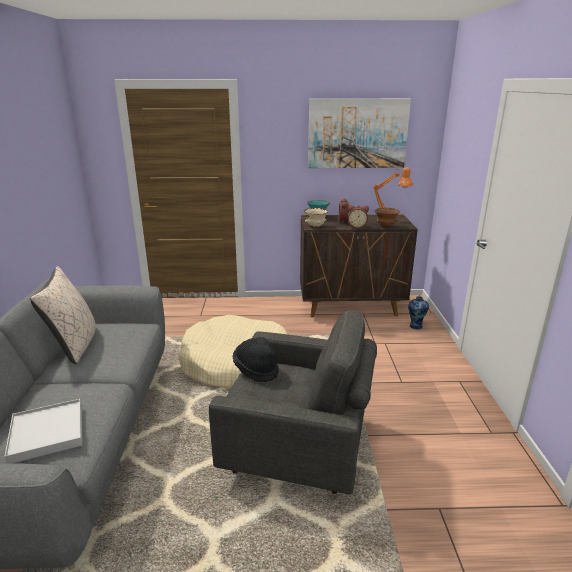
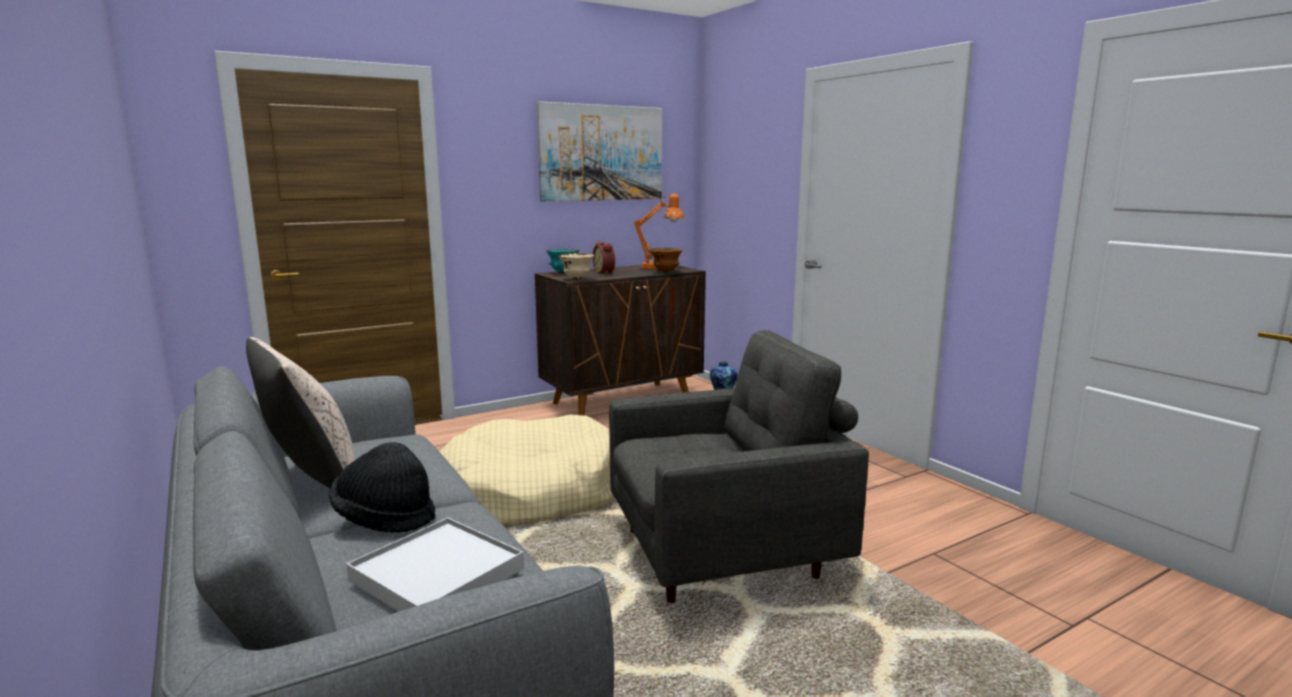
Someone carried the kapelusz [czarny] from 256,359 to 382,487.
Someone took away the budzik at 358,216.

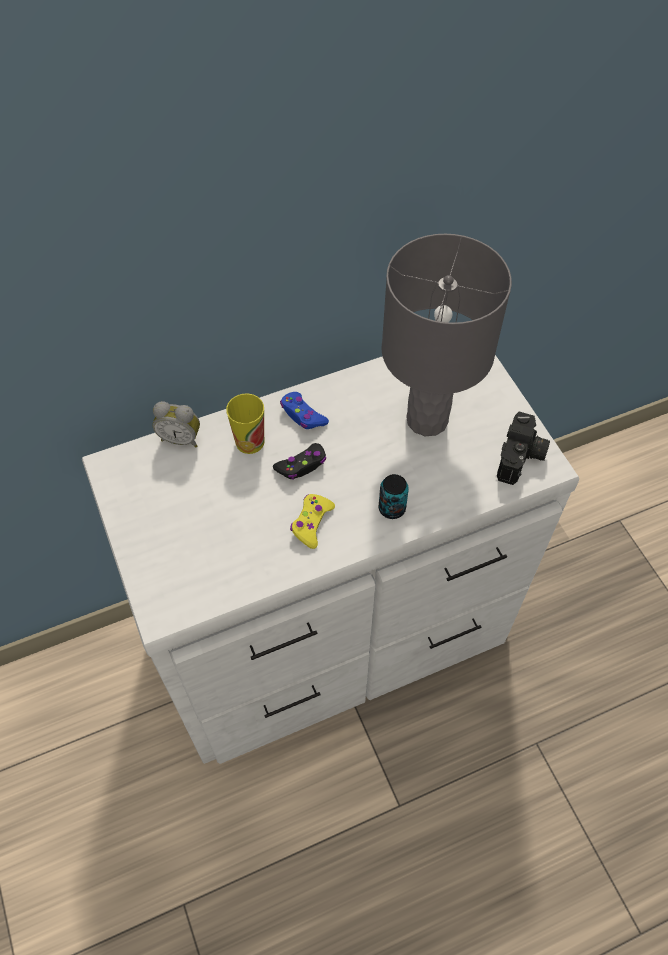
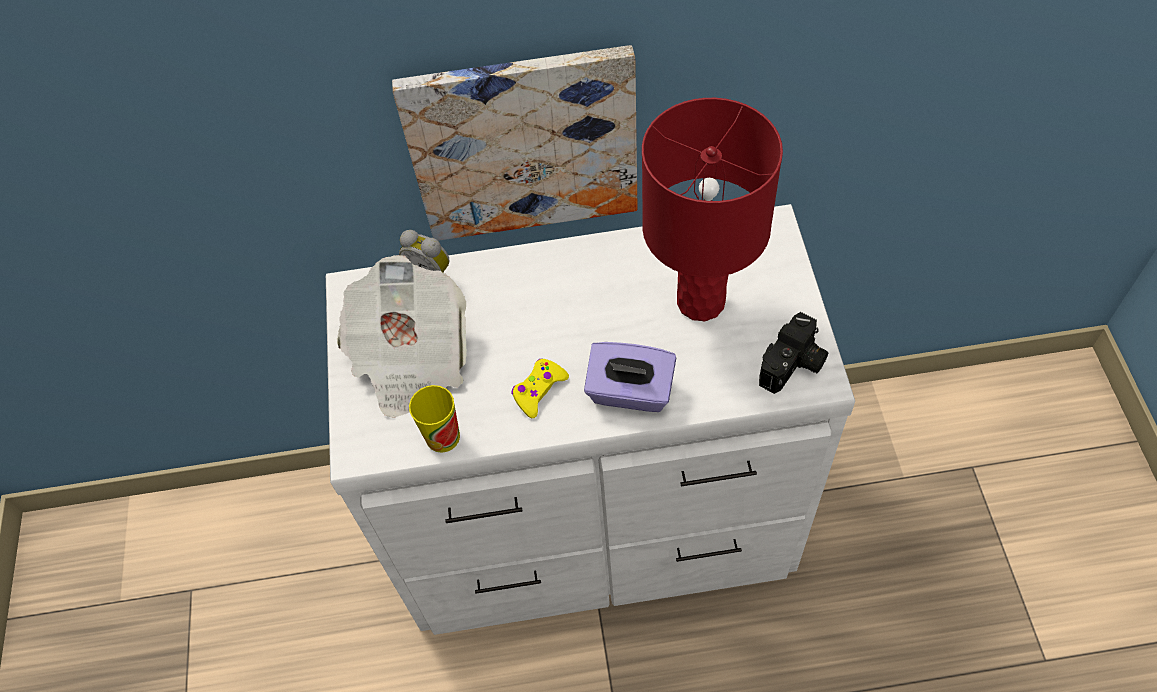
Someone carried the filiżanka from 245,423 to 434,419.
Someone took away the pad do gier [czarny] at 299,461.
Someone took away the pad do gier [niebieski] at 304,410.
Someone swapped the puszka at 394,496 for the pudełko chusteczek [fioletowy] at 630,377.
Someone repainted the lampa stołowa [szary] at 446,335, which became the lampa stołowa [czerwony] at 712,209.
Someone put down the gazeta at 401,336.
Someone put up the obraz at 515,143.

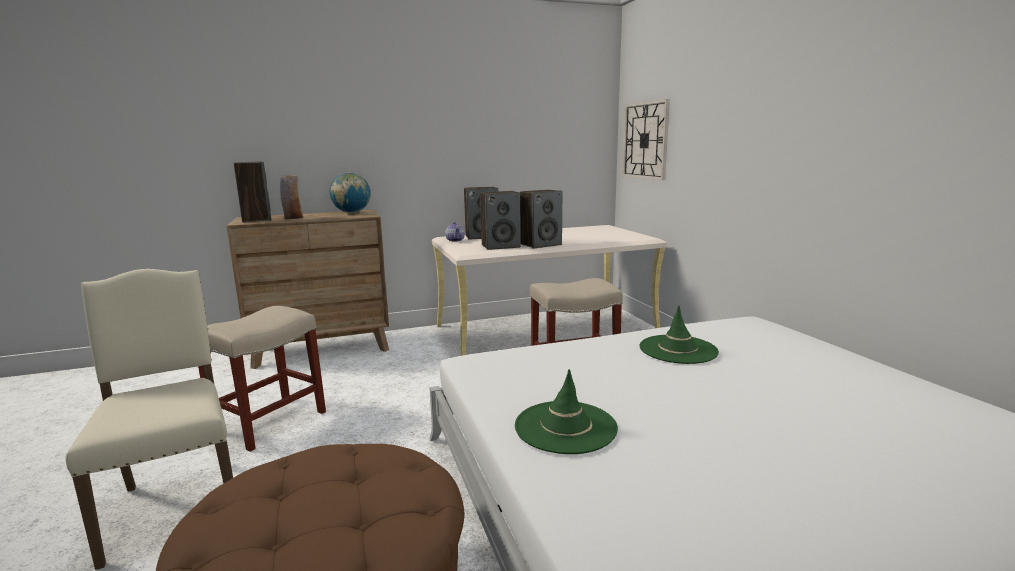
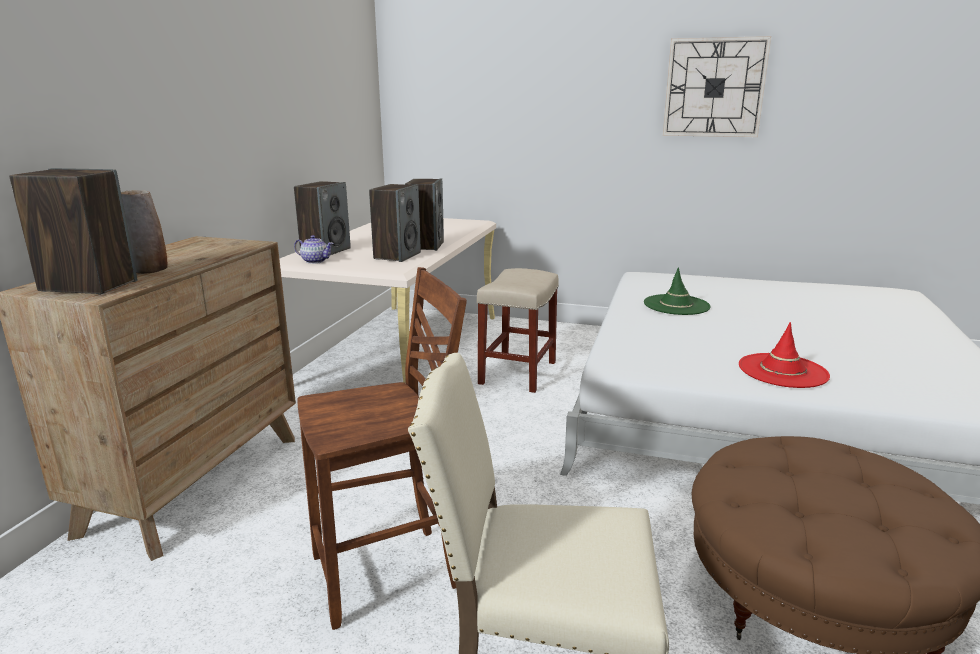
Someone swapped the stołek [beżowy] at 262,379 for the krzesło [brązowy] at 382,448.
Someone took away the globus at 350,193.
Someone repainted the kapelusz [zielony] at 566,411, which became the kapelusz [czerwony] at 784,355.
Someone carried the zegar ścienny from 646,139 to 717,86.

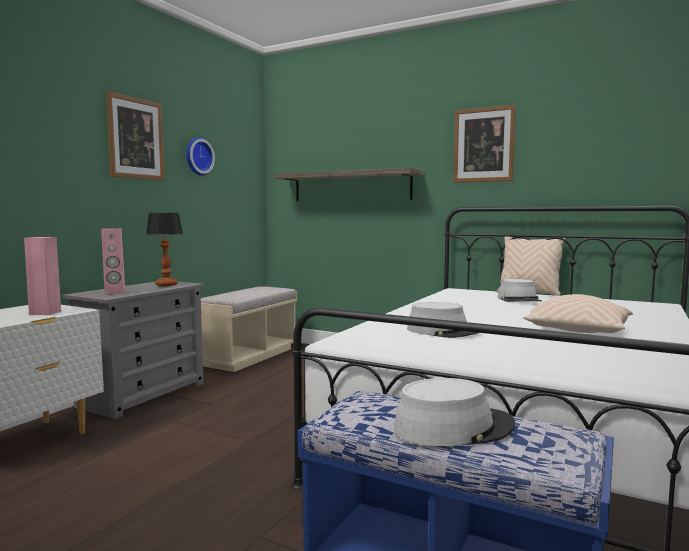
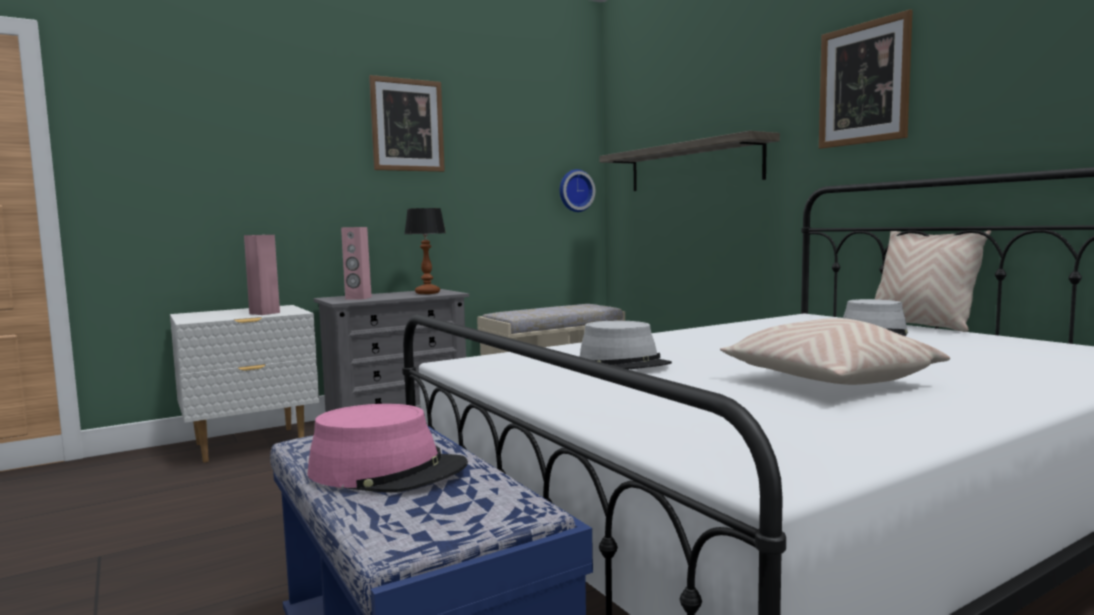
Someone carried the zegar ścienny from 200,156 to 577,190.
Someone repainted the kapelusz [szary] at 454,412, which became the kapelusz [różowy] at 387,448.

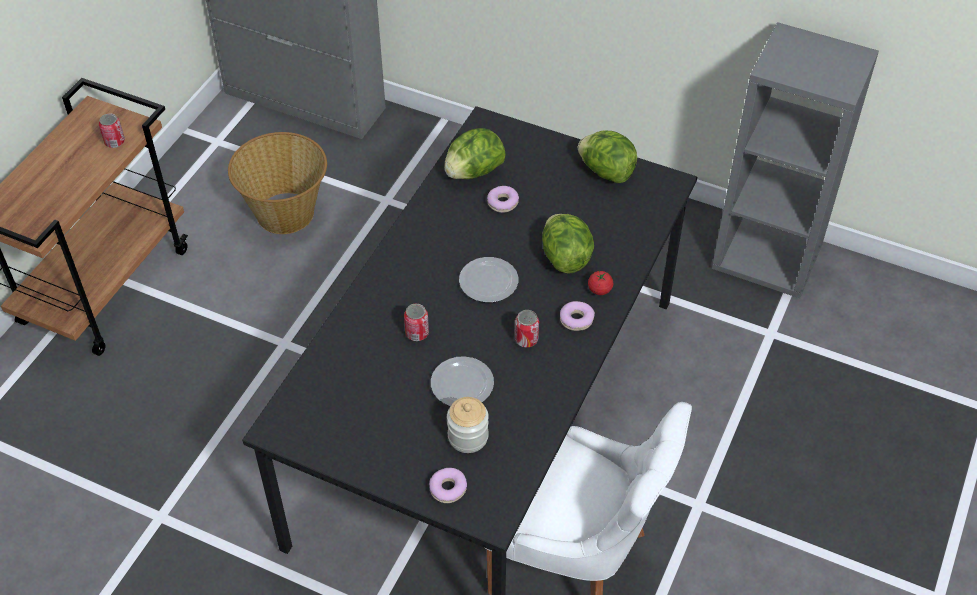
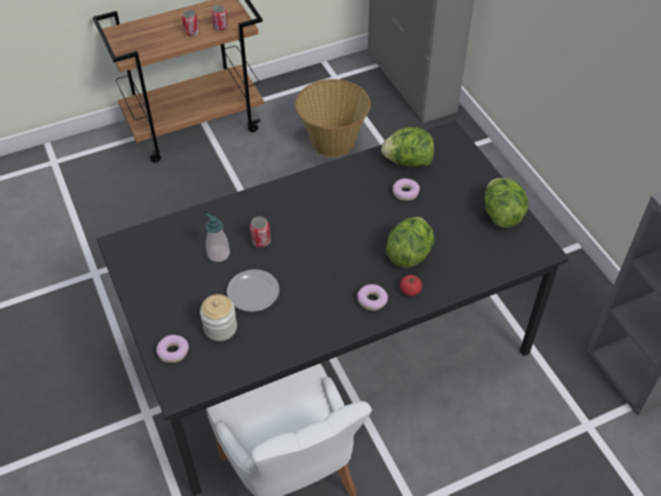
Someone took away the talerz at 488,279.
Someone carried the puszka from 527,328 to 190,23.
Someone put down the dozownik mydła at 217,237.

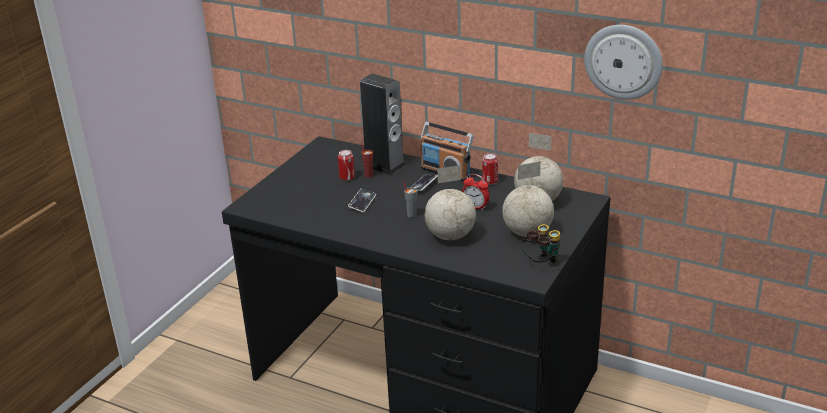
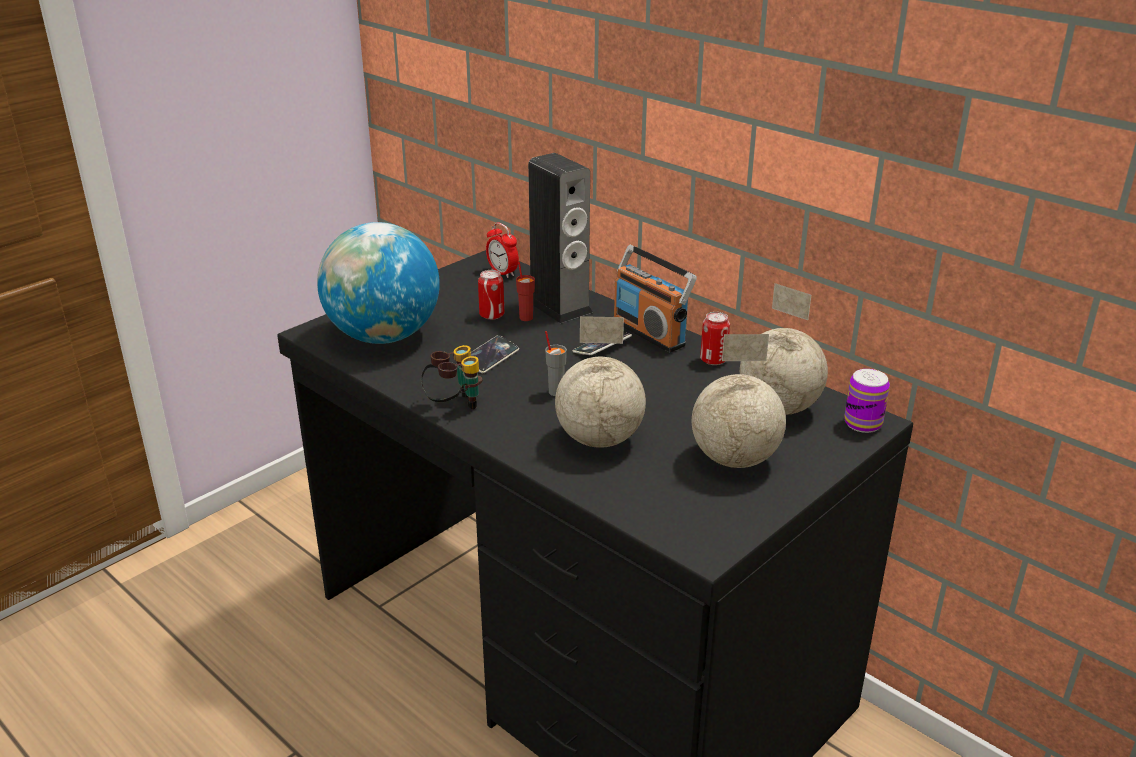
Someone carried the budzik from 476,192 to 502,250.
Someone carried the lornetka from 541,243 to 452,377.
Someone took away the zegar ścienny at 623,62.
Someone put down the globus at 378,283.
Someone put down the puszka at 867,401.

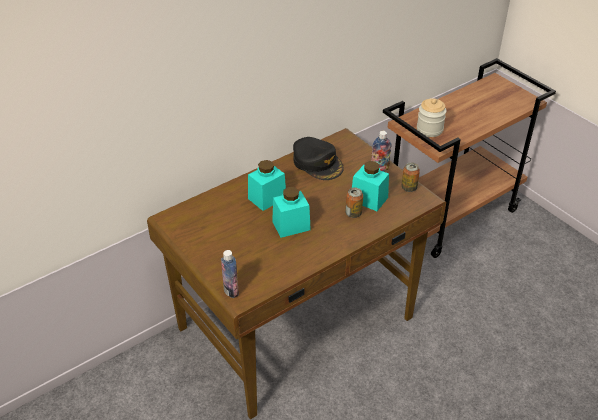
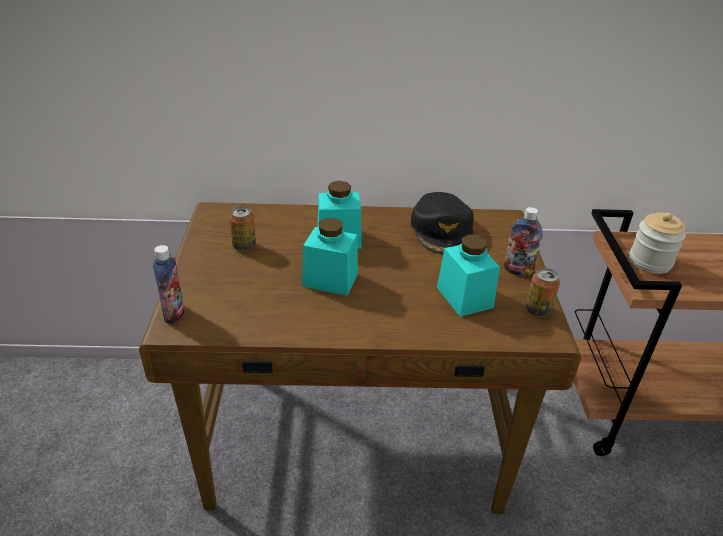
Someone carried the puszka from 354,202 to 242,228.

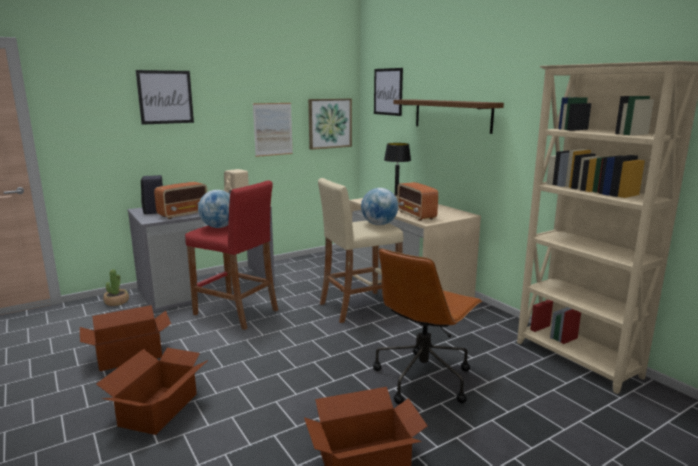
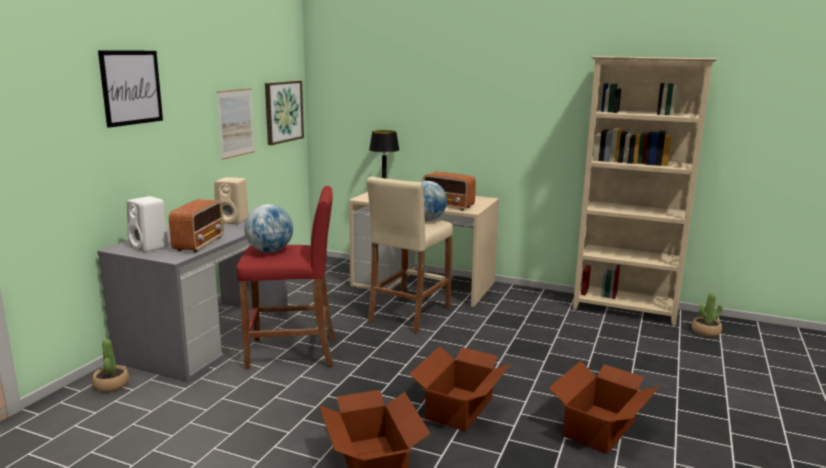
Someone carried the karton from 125,338 to 460,389.
Someone repainted the głośnik [czarny] at 152,194, which became the głośnik [biały] at 148,224.
Someone took away the krzesło biurowe [brązowy] at 428,326.
Someone took away the obraz at 388,92.
Someone took away the półka [brązowy] at 449,116.
Someone put down the roślina doniczkowa at 707,315.

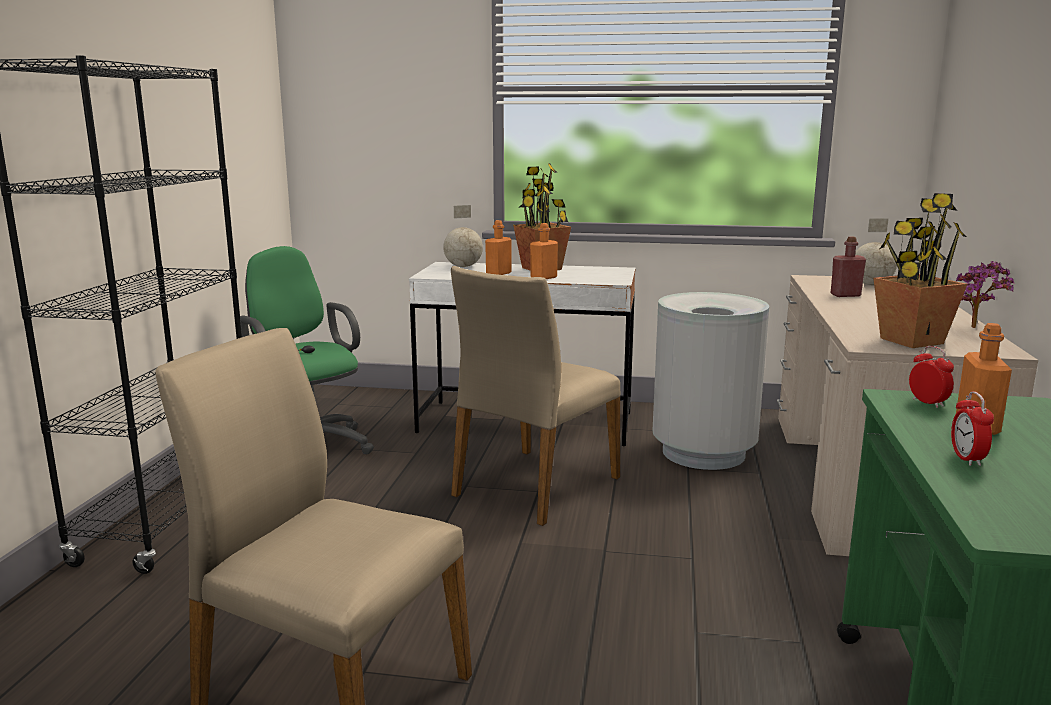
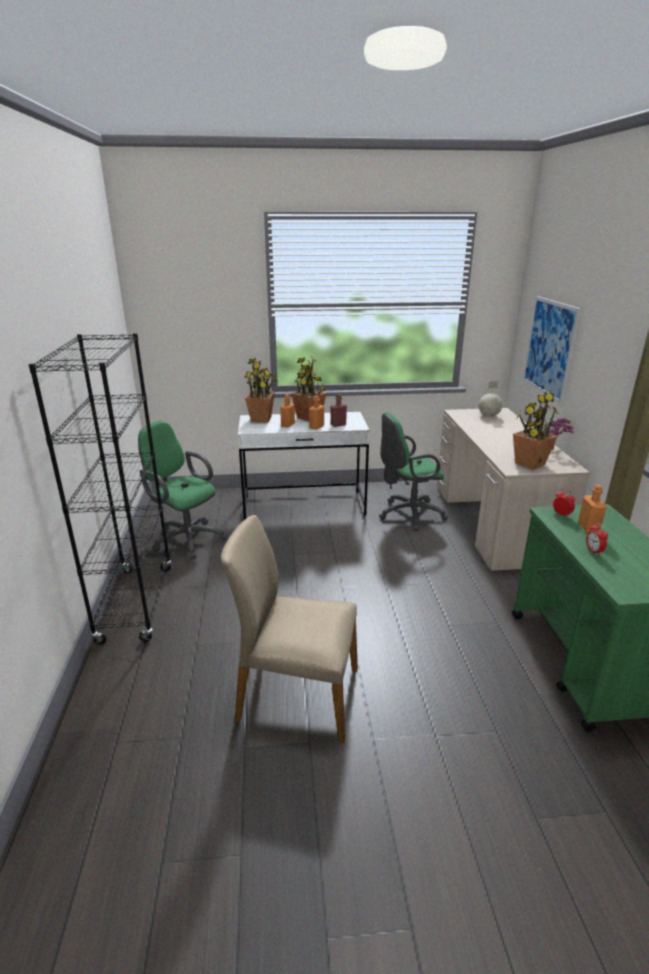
Someone swapped the globus at 463,236 for the roślina doniczkowa at 260,390.
Someone took away the krzesło [beżowy] at 536,396.
Someone swapped the kosz na śmieci [szary] at 710,381 for the krzesło biurowe [zielony] at 413,471.
Someone carried the butelka [czerwony] from 848,267 to 338,410.
Someone put up the obraz at 551,350.

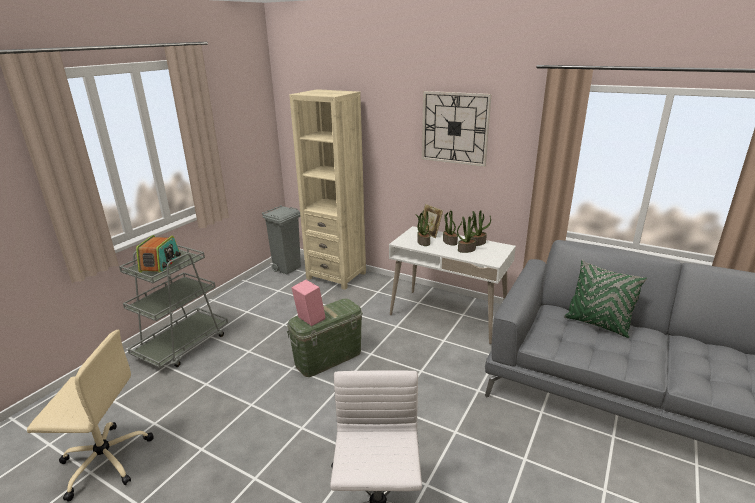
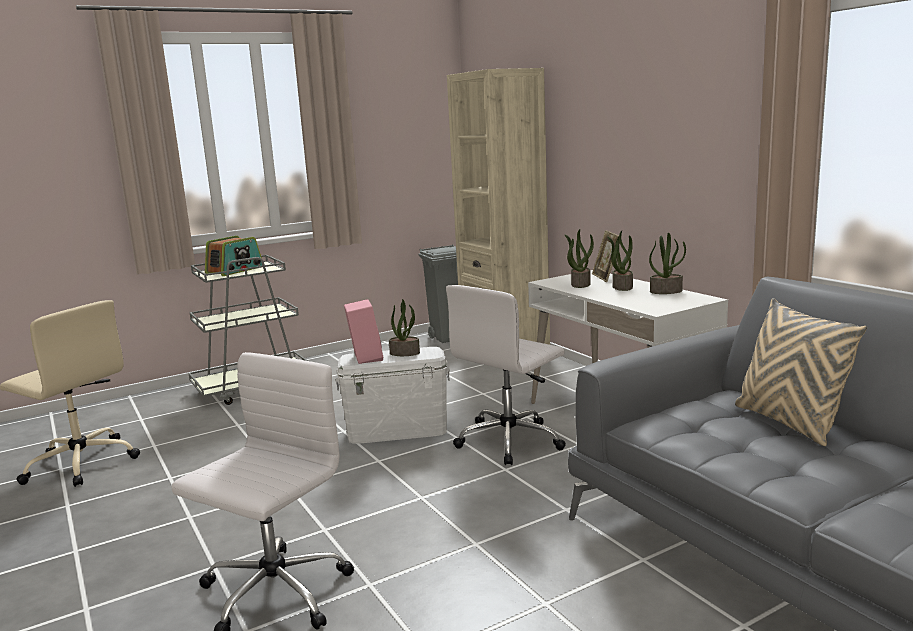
Someone repainted the pojemnik do przechowywania [zielony] at 325,337, which became the pojemnik do przechowywania [biały] at 392,395.
Someone took away the zegar ścienny at 457,129.
Someone carried the roślina doniczkowa from 468,234 to 404,327.
Someone repainted the poduszka [zielony] at 605,299, which became the poduszka [beżowy] at 801,372.
Someone put down the krzesło biurowe [biały] at 506,375.

